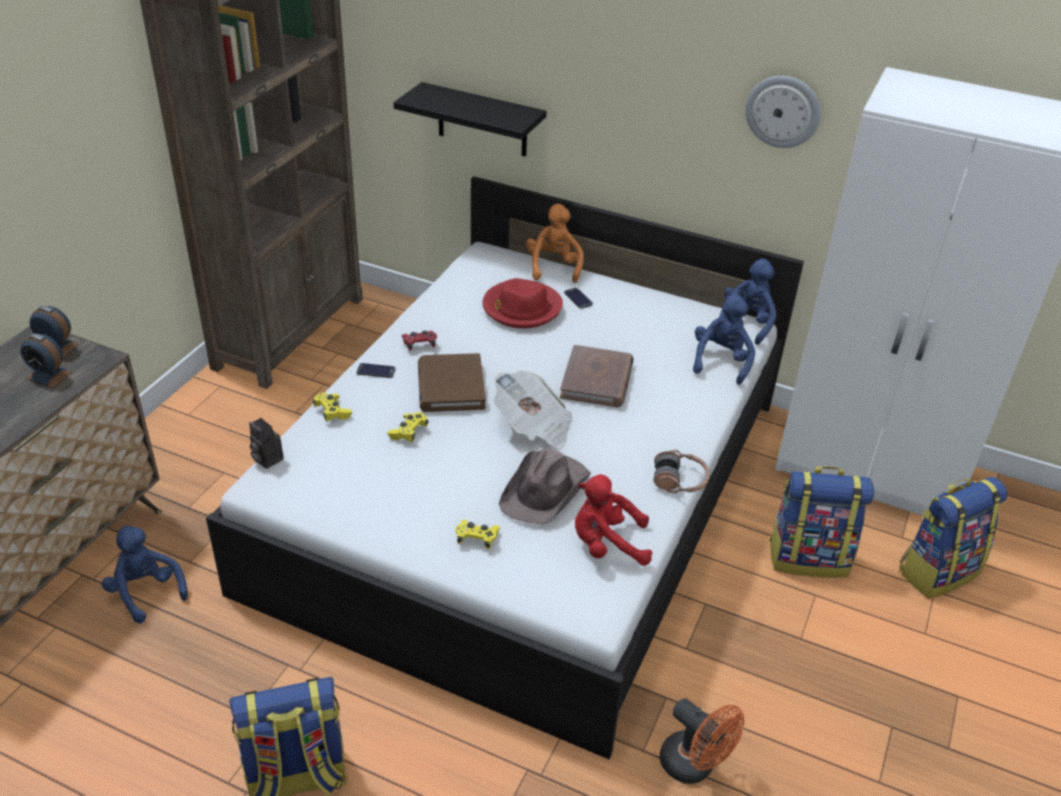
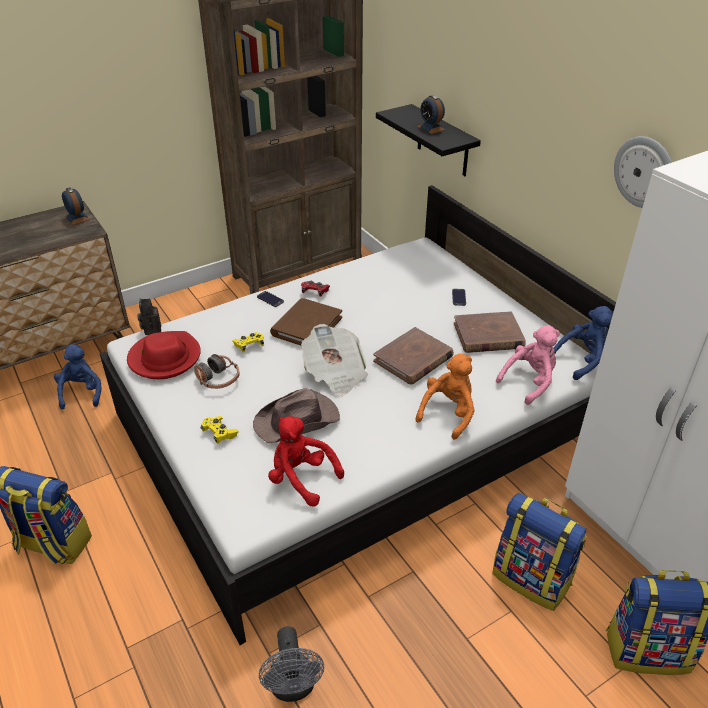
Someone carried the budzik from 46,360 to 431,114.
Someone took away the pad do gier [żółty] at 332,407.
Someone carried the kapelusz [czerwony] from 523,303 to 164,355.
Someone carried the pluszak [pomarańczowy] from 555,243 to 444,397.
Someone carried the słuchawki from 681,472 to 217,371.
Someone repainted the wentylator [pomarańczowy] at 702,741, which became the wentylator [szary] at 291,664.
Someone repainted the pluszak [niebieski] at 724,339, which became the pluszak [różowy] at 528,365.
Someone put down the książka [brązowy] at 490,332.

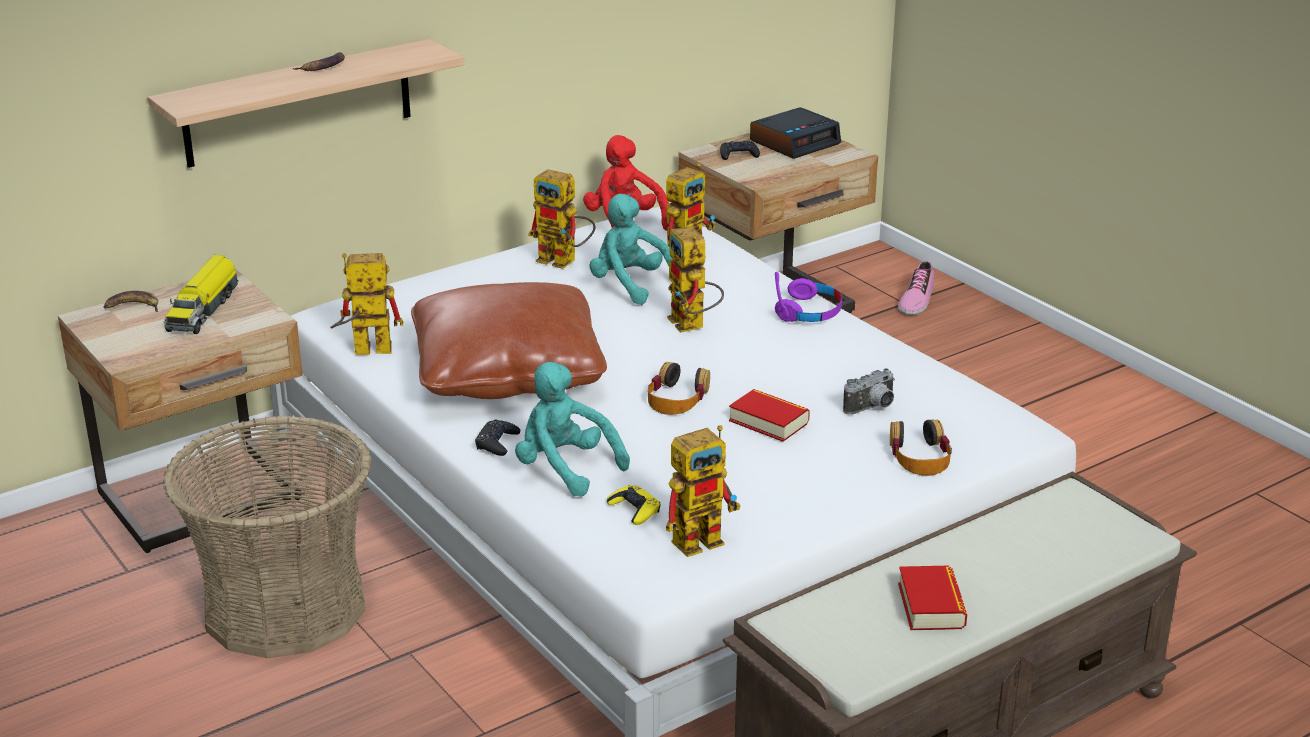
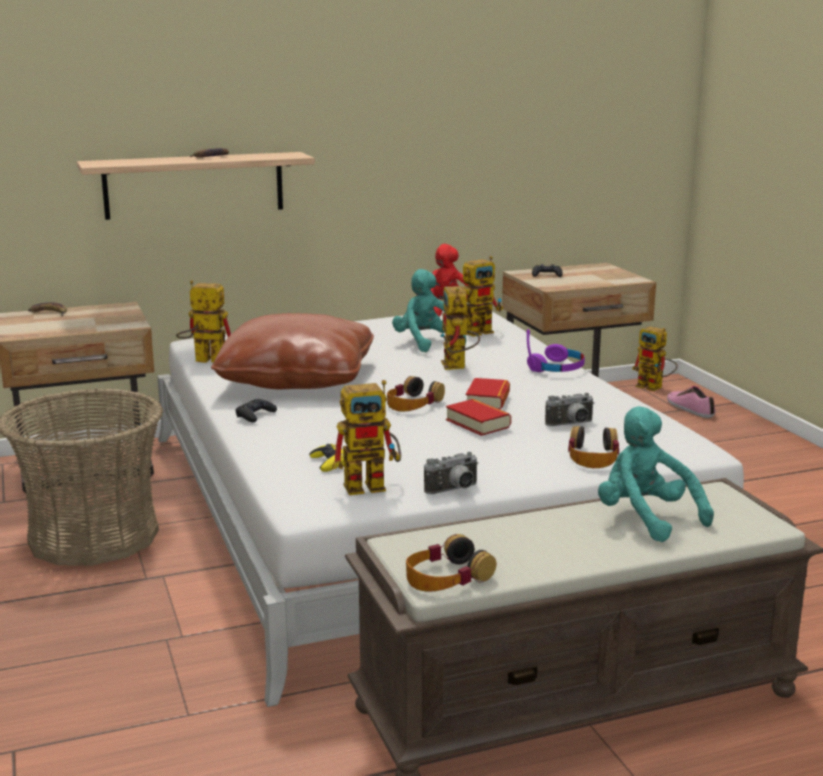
Someone took away the ciężarówka zabawkowa at 201,294.
Someone carried the pluszak [turkusowy] from 572,429 to 656,474.
Someone carried the robot zabawkowy from 561,219 to 655,358.
Someone took away the budzik at 795,133.
Someone rotated the but at 916,288 by 120 degrees clockwise.
Someone carried the książka from 932,598 to 488,394.
Someone put down the słuchawki at 451,563.
Someone put down the aparat fotograficzny at 451,473.

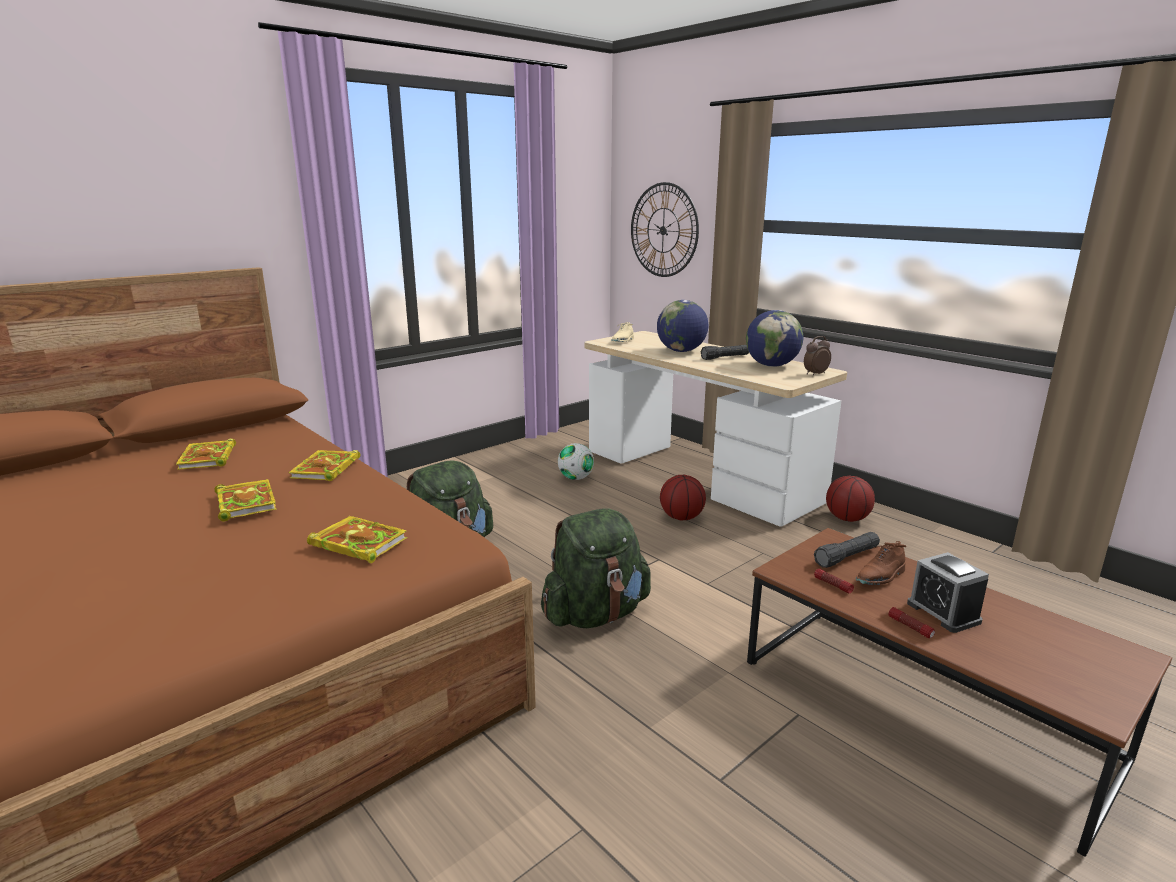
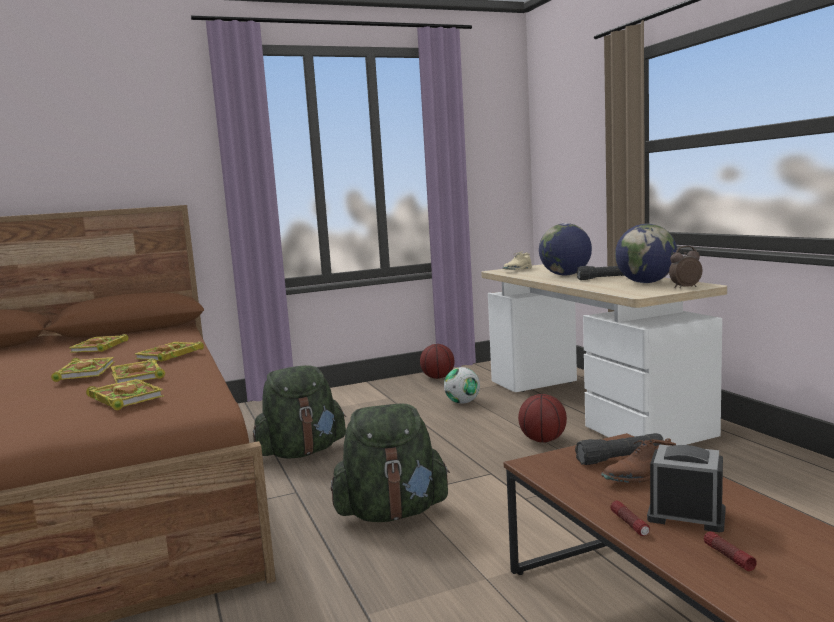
Someone took away the zegar ścienny at 665,229.
Someone carried the latarka from 834,581 to 730,551.
Someone carried the piłka do koszykówki from 850,499 to 437,361.
Someone rotated the budzik at 948,592 by 120 degrees clockwise.
Someone put down the książka at 138,370.

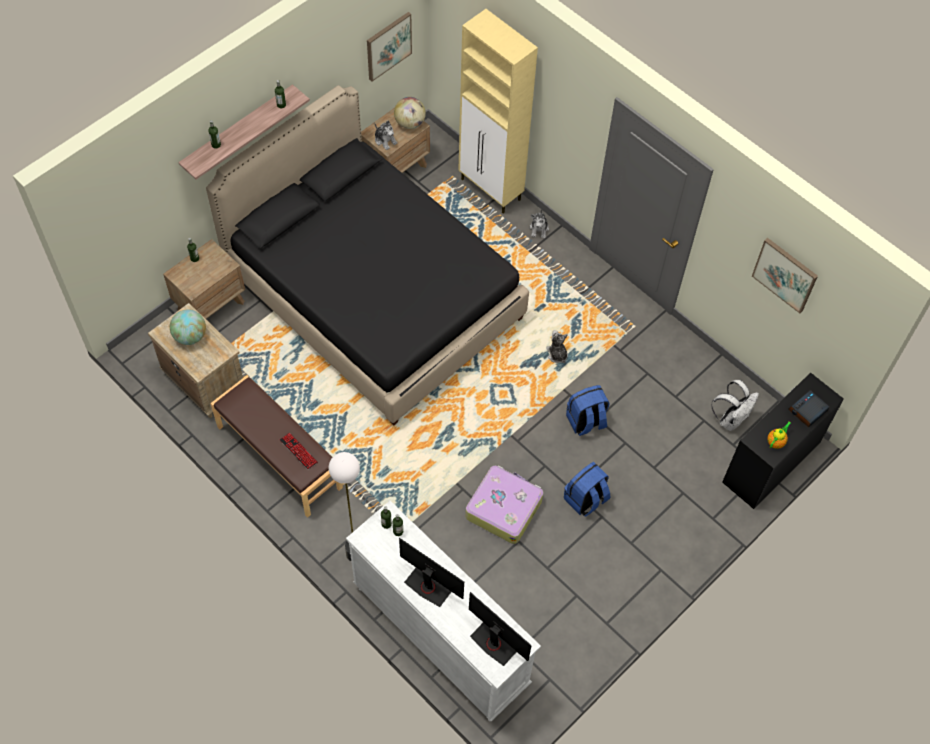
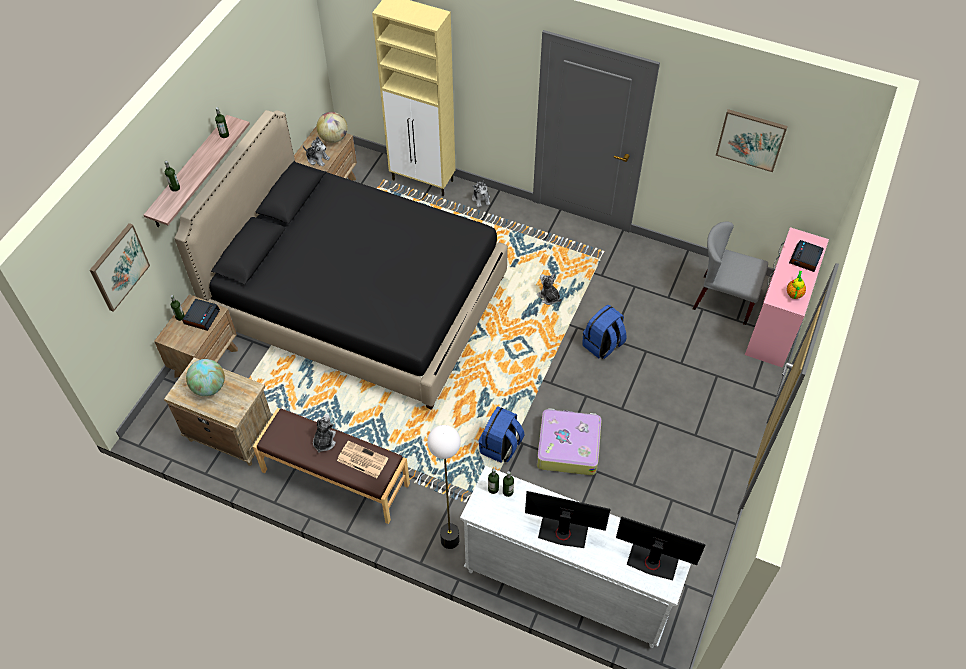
Someone swapped the klawiatura at 299,451 for the gazeta at 363,459.
Someone carried the obraz from 389,46 to 120,267.
Someone carried the plecak [niebieski] from 587,489 to 502,434.
Someone swapped the plecak [biały] at 735,405 for the krzesło [szary] at 730,273.
Someone repainted the biurko [czarny] at 783,440, which became the biurko [różowy] at 787,297.
Someone put down the budzik at 201,315.
Someone put down the pluszak at 324,433.

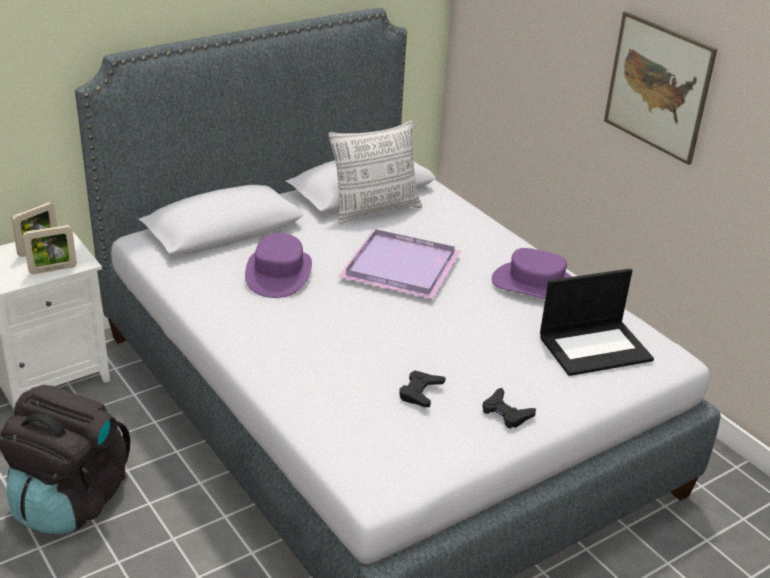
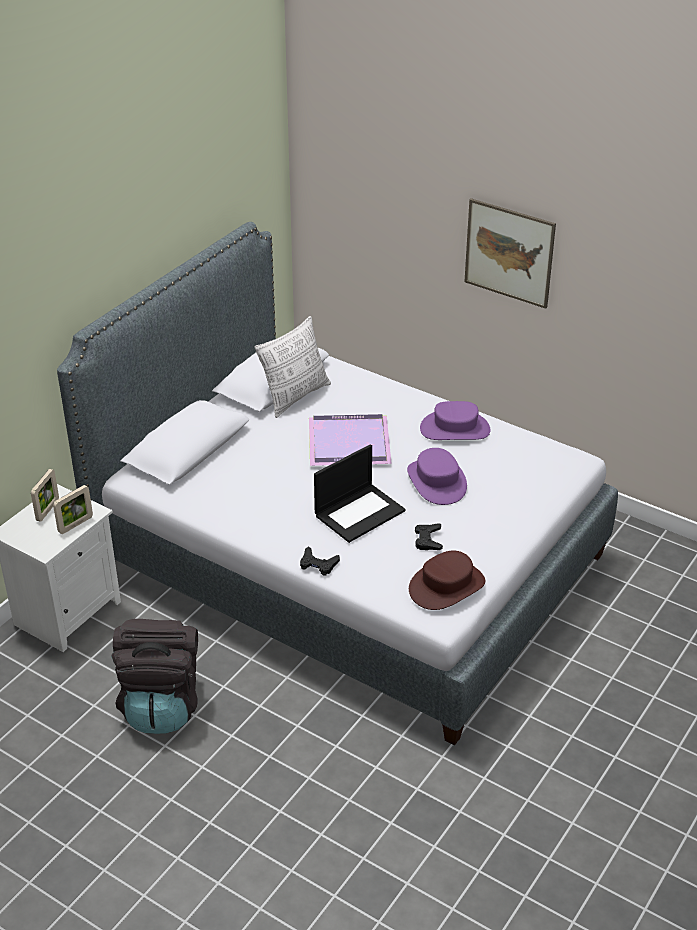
Someone carried the kapelusz [fioletowy] from 278,265 to 437,476.
Someone carried the pad do gier [czarny] from 509,408 to 320,560.
Someone carried the laptop from 597,322 to 359,493.
Someone put down the kapelusz [brązowy] at 447,580.

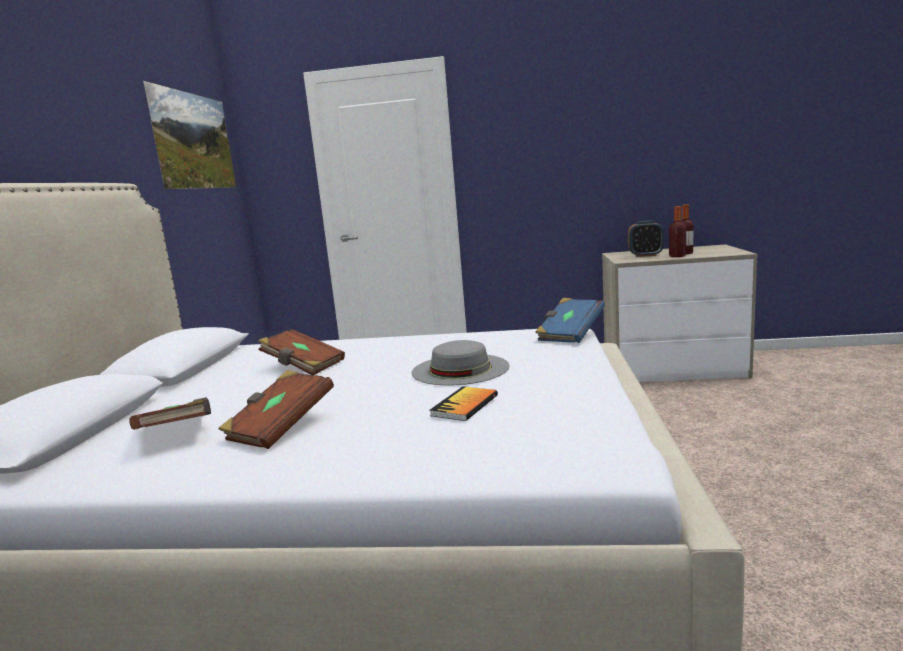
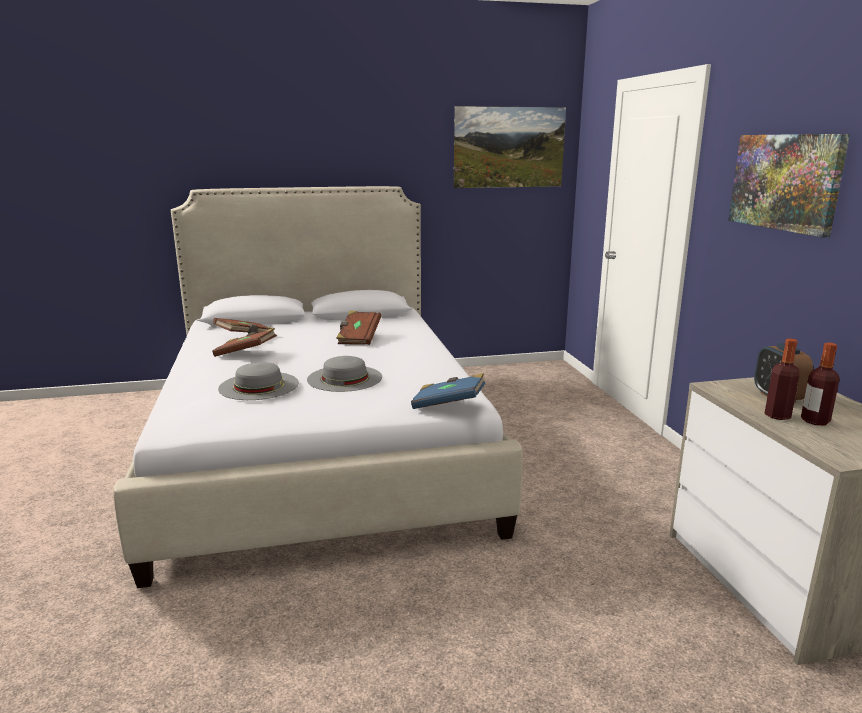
Someone swapped the książka at 464,403 for the kapelusz [szary] at 258,381.
Someone put up the obraz at 789,185.

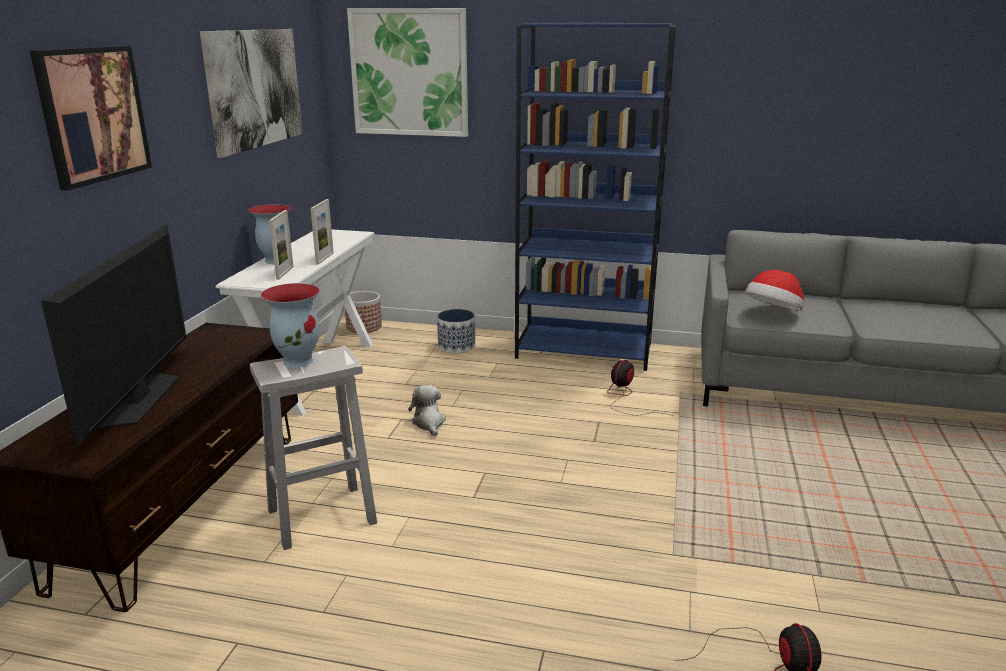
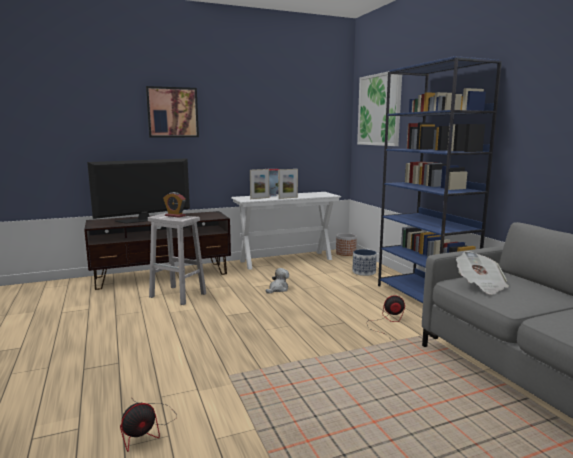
Someone took away the obraz at 251,93.
Someone swapped the wazon at 290,325 for the budzik at 174,204.
Someone swapped the kapelusz at 774,290 for the gazeta at 482,273.

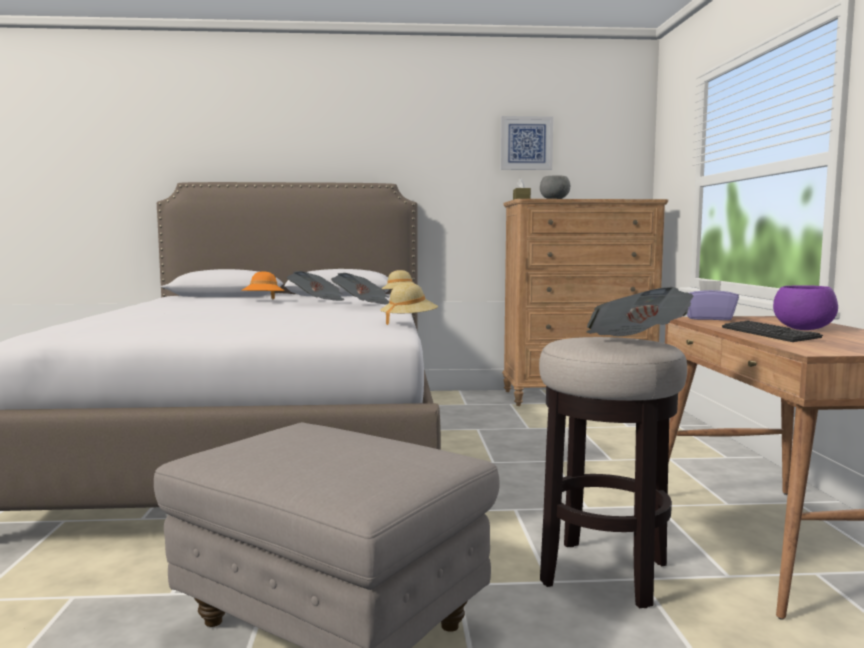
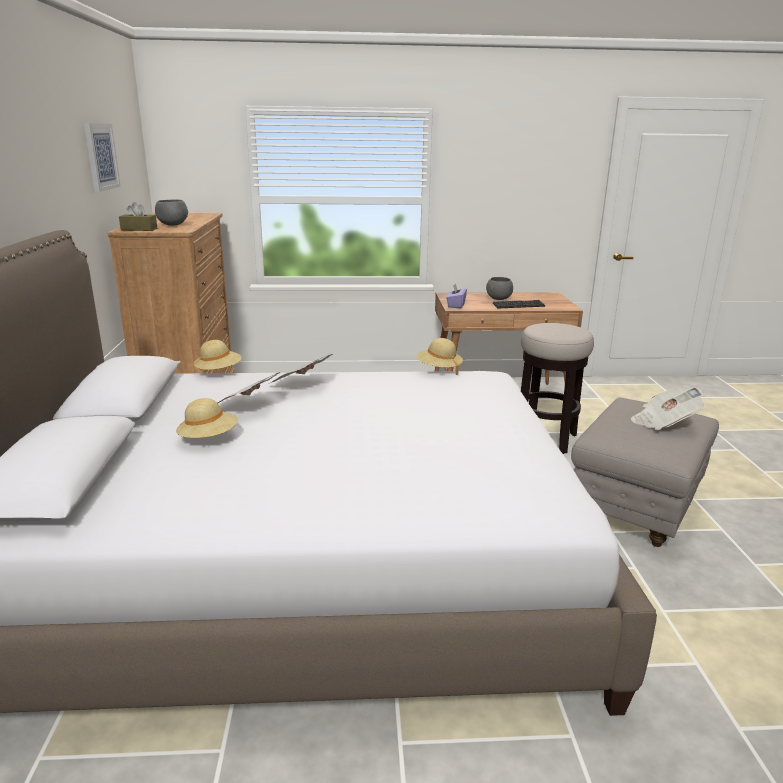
Someone repainted the kapelusz [pomarańczowy] at 263,285, which became the kapelusz [beżowy] at 207,418.
Someone carried the gazeta from 640,311 to 667,408.
Someone repainted the miska [fioletowy] at 805,307, which became the miska [szary] at 499,288.

